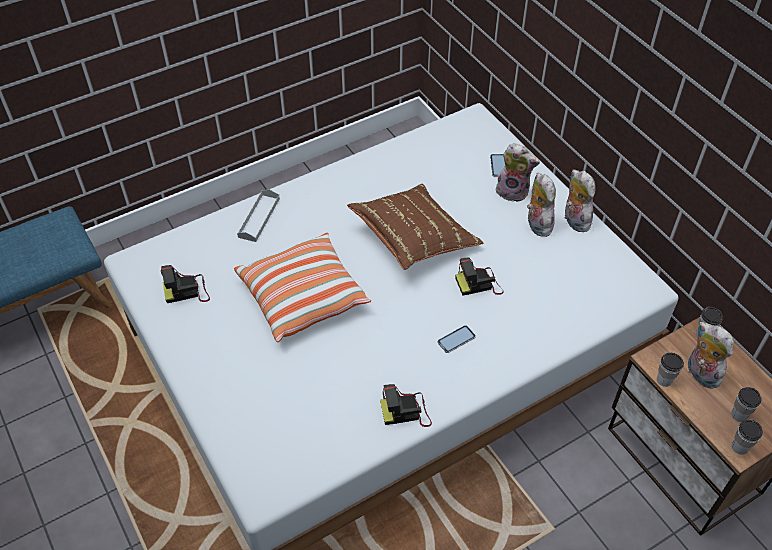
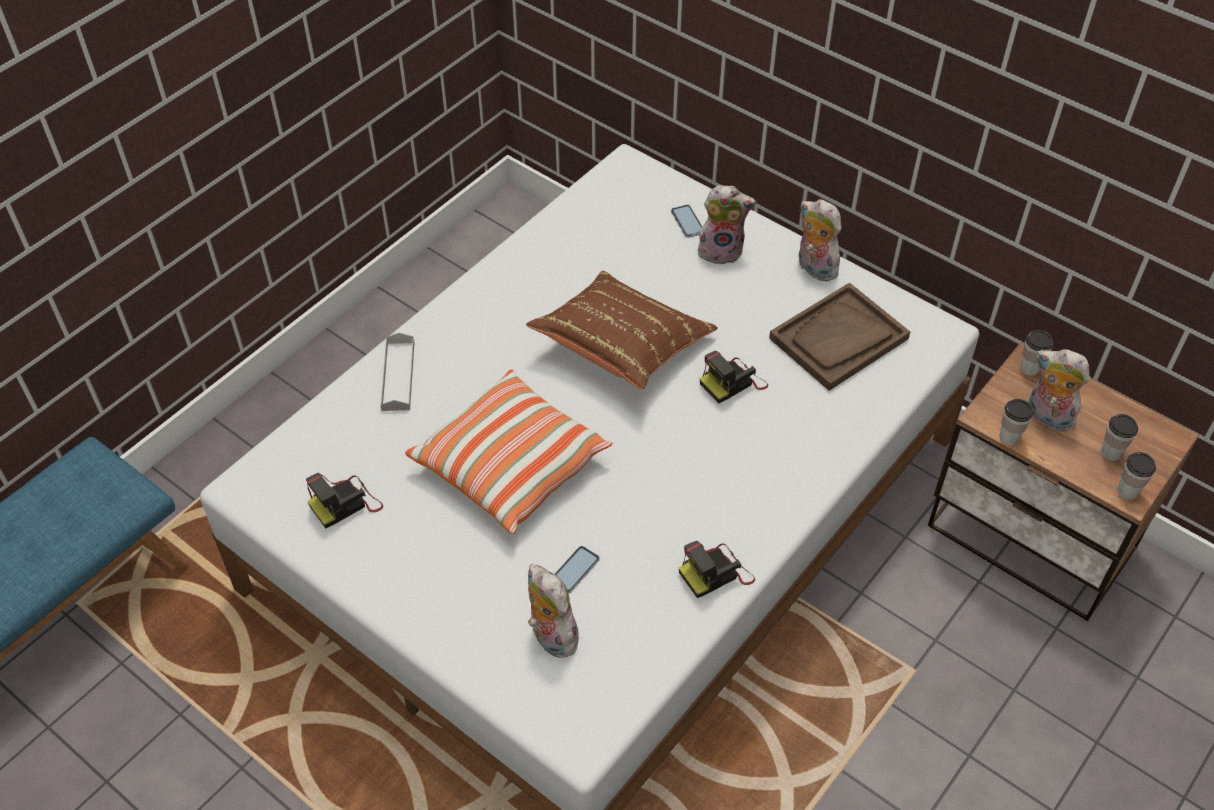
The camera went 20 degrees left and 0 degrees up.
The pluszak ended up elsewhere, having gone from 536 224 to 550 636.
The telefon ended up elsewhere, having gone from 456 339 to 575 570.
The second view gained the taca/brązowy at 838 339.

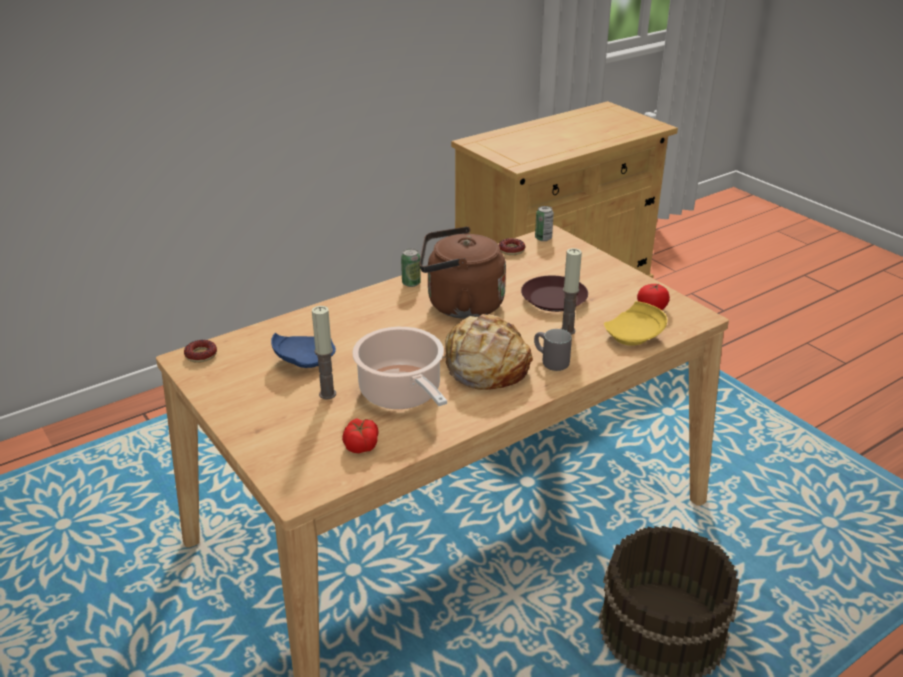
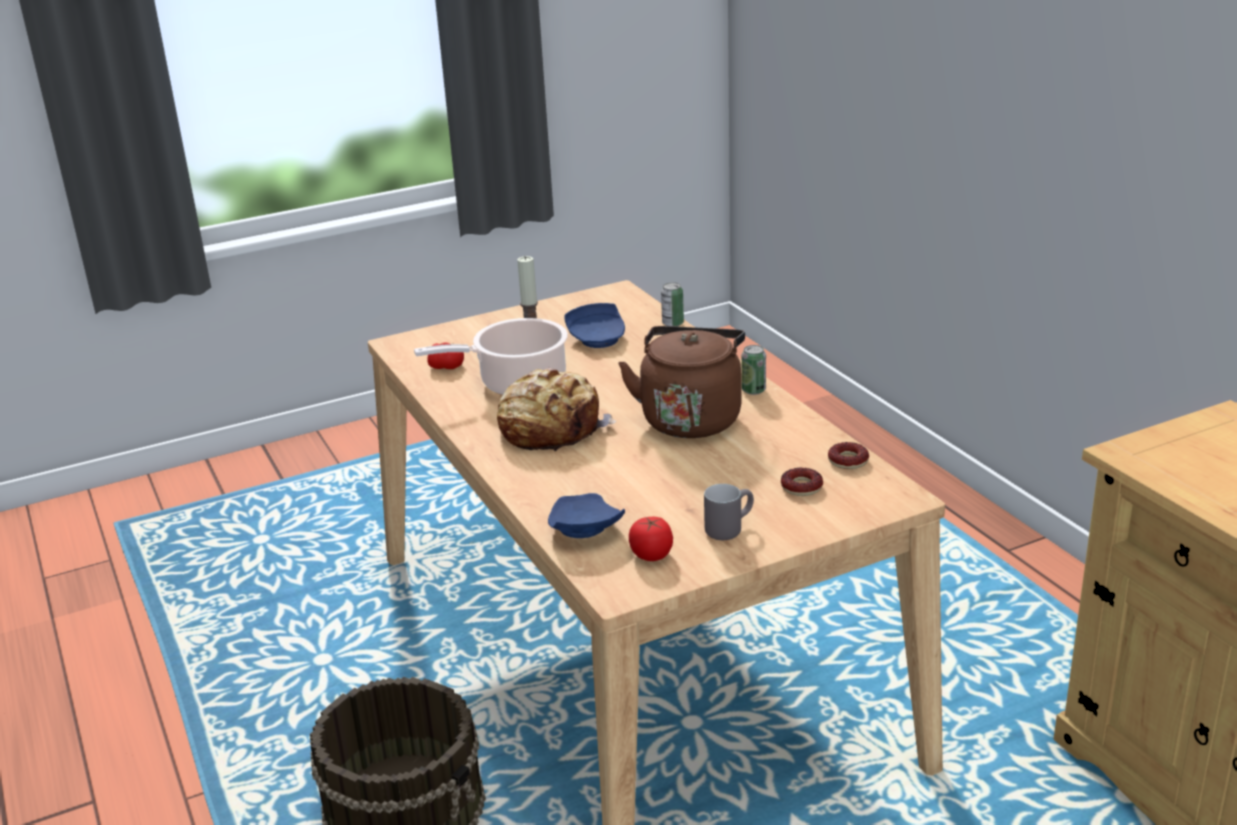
The camera went 100 degrees right and 5 degrees down.
What was the talerz/żółty at 634 335 turned into the talerz/niebieski at 583 530.
The puszka ended up elsewhere, having gone from 543 238 to 673 323.
The kubek/szary ended up elsewhere, having gone from 549 363 to 728 528.
The donut ended up elsewhere, having gone from 201 355 to 801 487.
The second view lost the talerz/brązowy at 554 299.
The second view lost the świeca at 567 330.

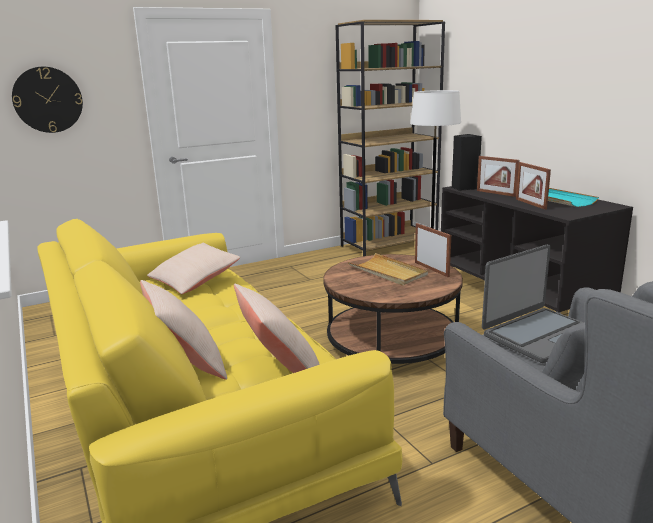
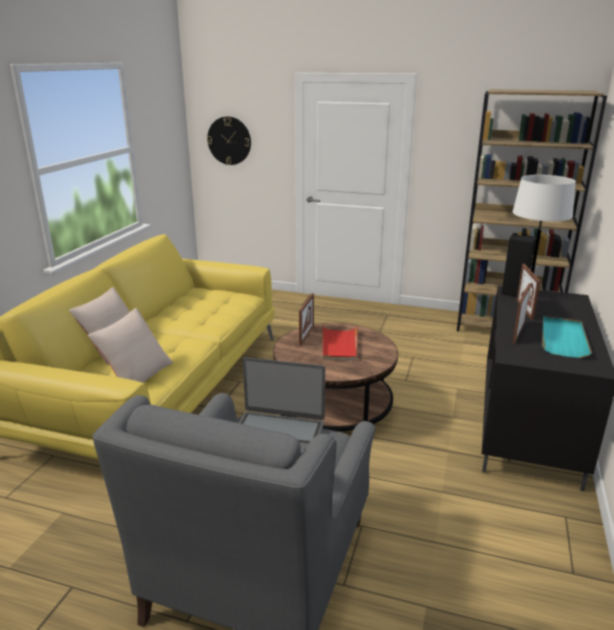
The camera went 45 degrees right and 5 degrees up.
The ramka na zdjęcie ended up elsewhere, having gone from 431 269 to 306 335.
What was the taca/beżowy at 388 272 turned into the taca/czerwony at 339 345.
The second view lost the poduszka/beżowy at 194 280.

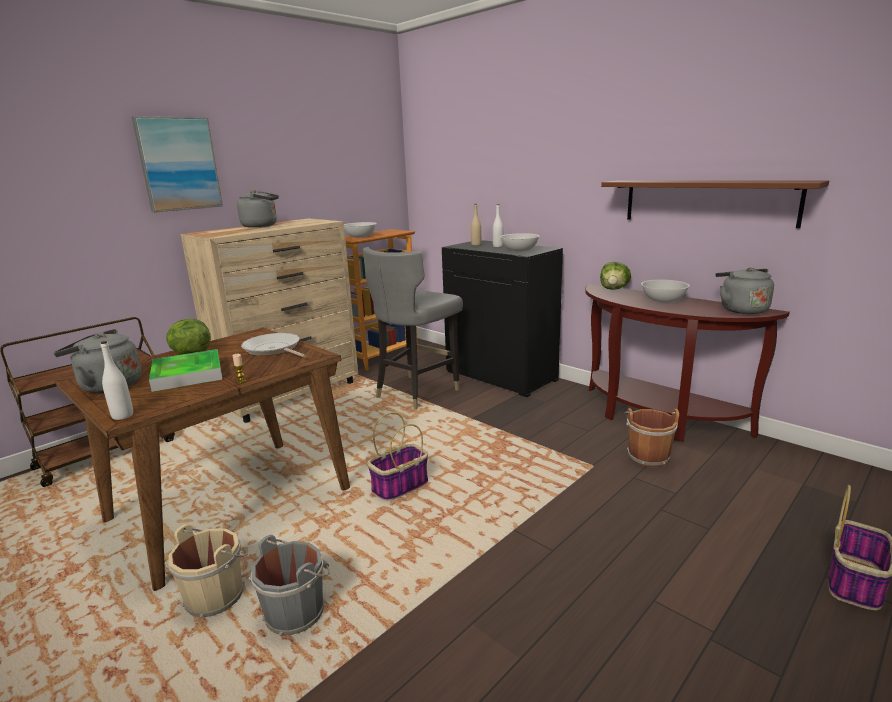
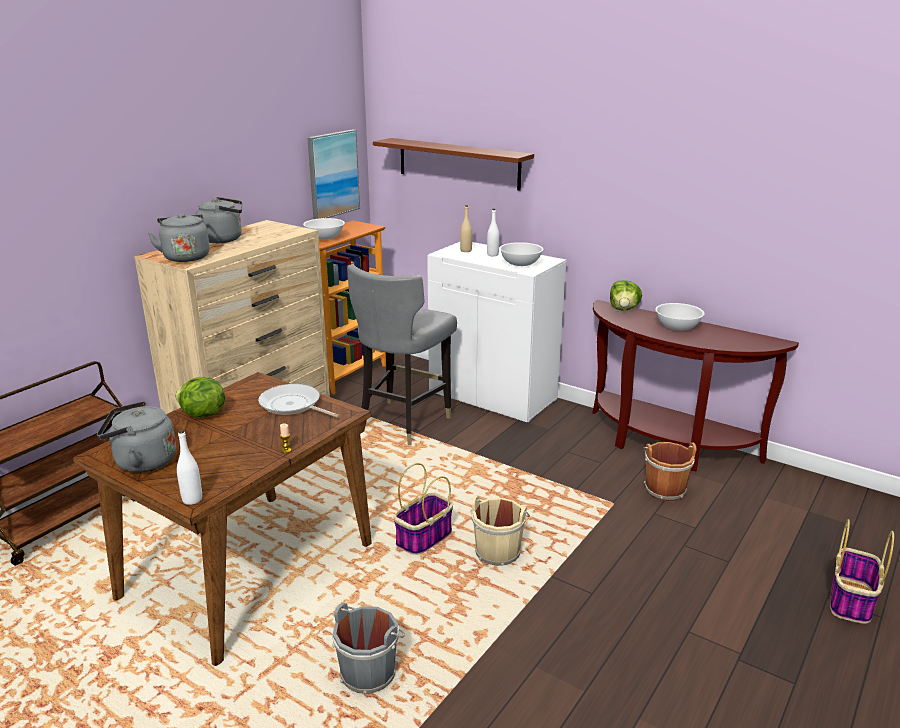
The camera went 10 degrees left and 5 degrees up.
The czajnik/szary ended up elsewhere, having gone from 741 309 to 186 257.
The obraz ended up elsewhere, having gone from 179 164 to 333 174.
The półka/brązowy ended up elsewhere, having gone from 707 202 to 458 163.
What was the szafka/czarny at 502 376 turned into the szafka/biały at 493 397.
The wiadro/beżowy ended up elsewhere, having gone from 217 595 to 498 551.
The second view lost the taca at 187 374.

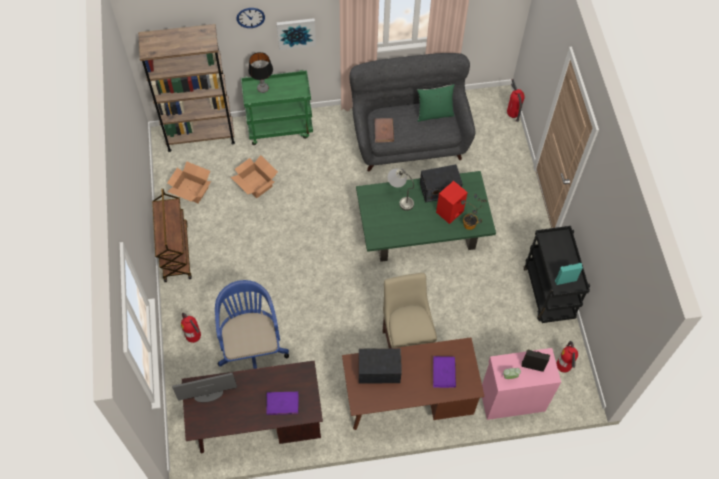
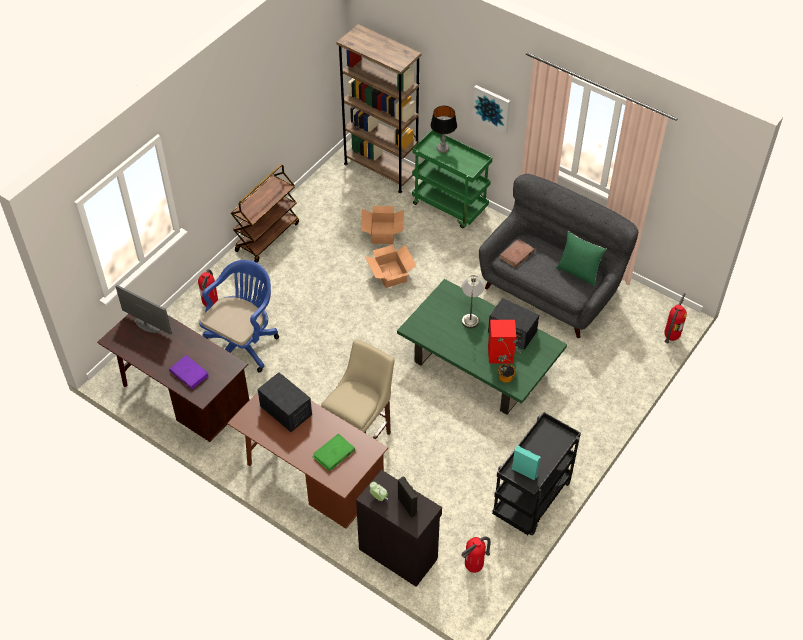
The camera went 45 degrees right and 10 degrees down.
What was the książka/fioletowy at 444 373 turned into the książka/zielony at 333 454.
What was the szafka/różowy at 511 399 turned into the szafka/czarny at 398 552.
The karton ended up elsewhere, having gone from 191 190 to 391 274.
The second view lost the zegar ścienny at 250 17.

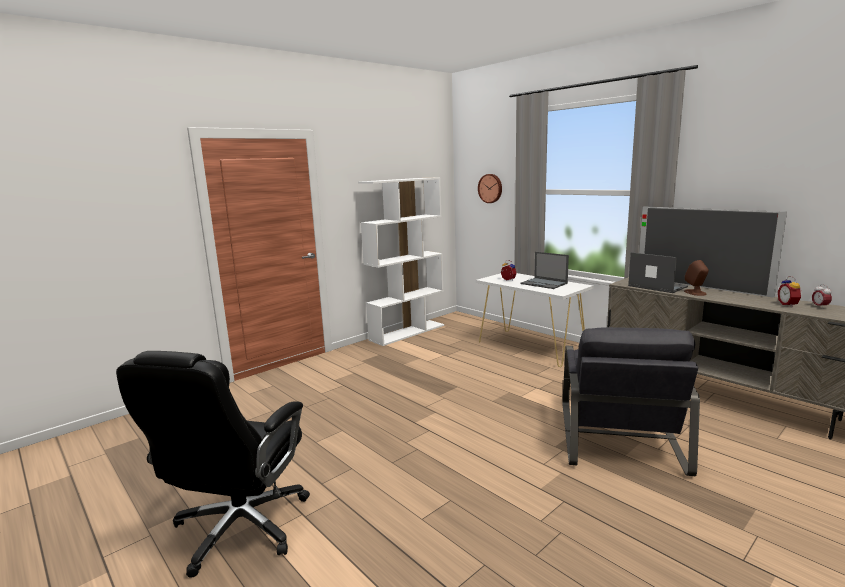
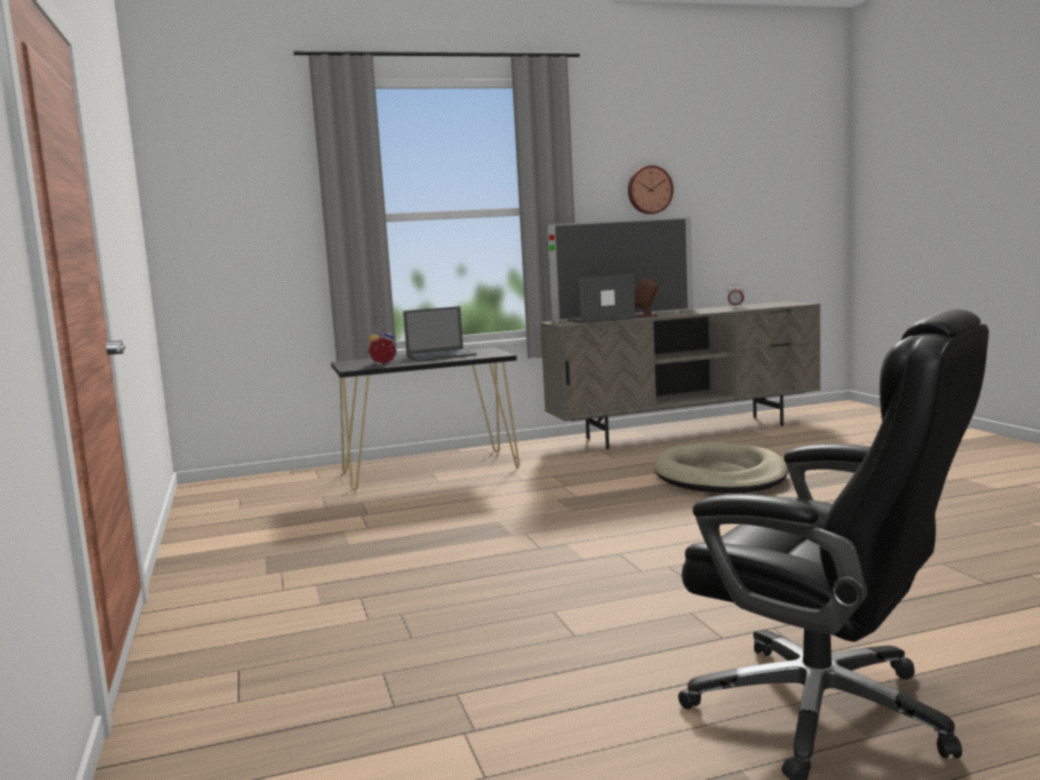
The camera went 65 degrees left and 5 degrees down.
What was the stolik konsolowy/biały at 531 347 turned into the stolik konsolowy/czarny at 431 469.
The zegar ścienny ended up elsewhere, having gone from 490 188 to 649 190.
Where the fotel/szary stood at 618 435, the legowisko/beżowy came to stand at 720 476.
The second view lost the regał/biały at 407 332.
The second view lost the budzik at 789 305.

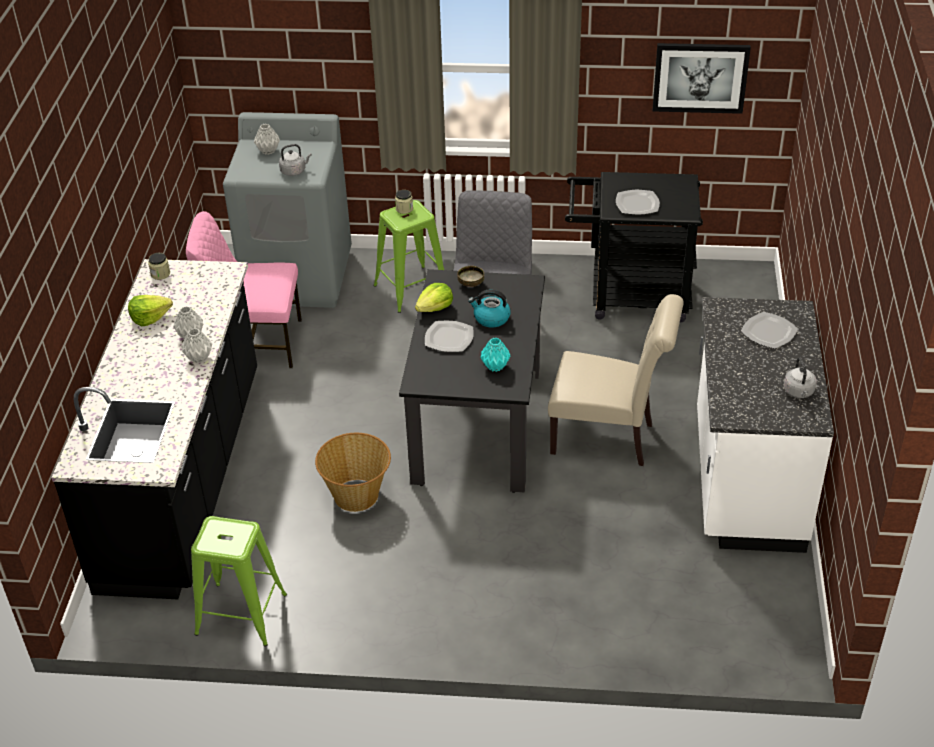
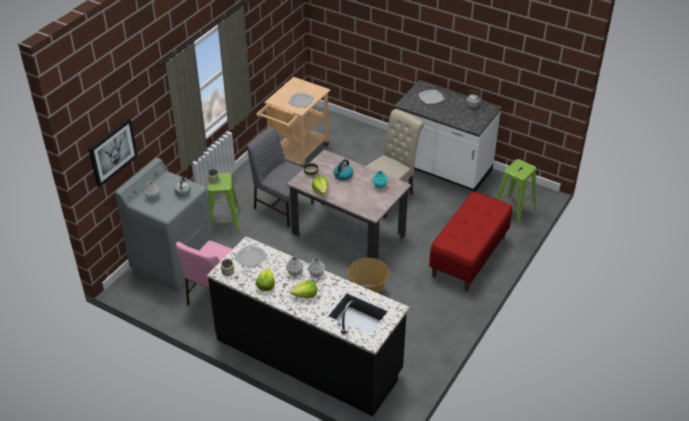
The camera went 65 degrees left and 0 degrees up.
The obraz ended up elsewhere, having gone from 700 77 to 112 152.
The talerz ended up elsewhere, having gone from 448 338 to 250 257.
What was the wózek/czarny at 629 296 turned into the wózek/beżowy at 295 153.
What was the stół jadalny/czarny at 477 425 turned into the stół jadalny/beżowy at 348 235.
The second view gained the sałata at 305 295.
The second view gained the ławka/czerwony at 469 256.
The stołek/zielony ended up elsewhere, having gone from 242 614 to 514 210.

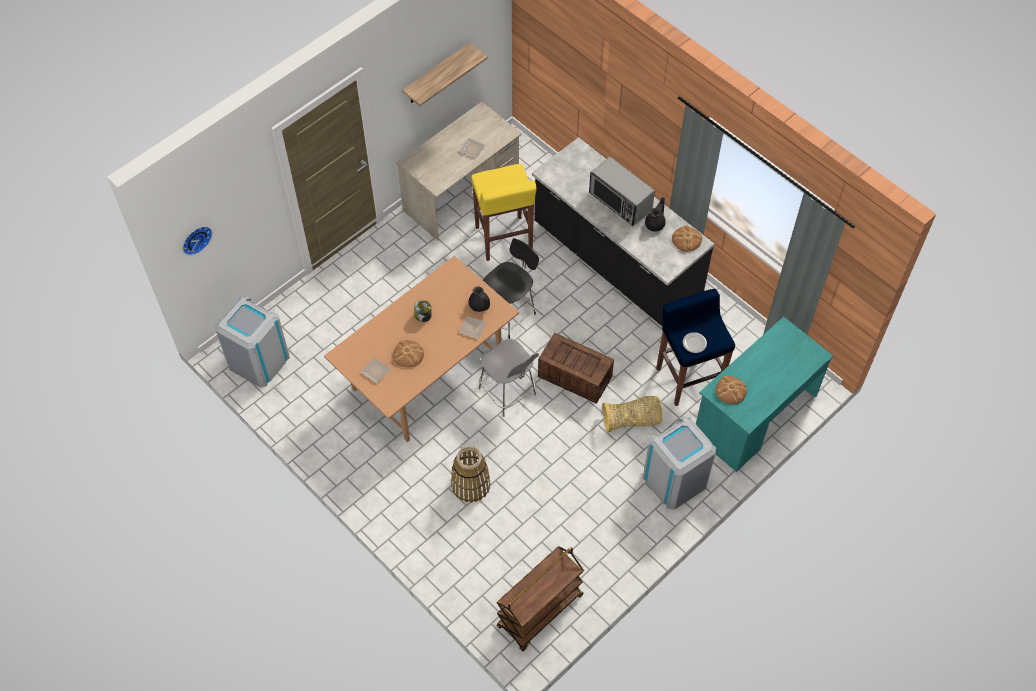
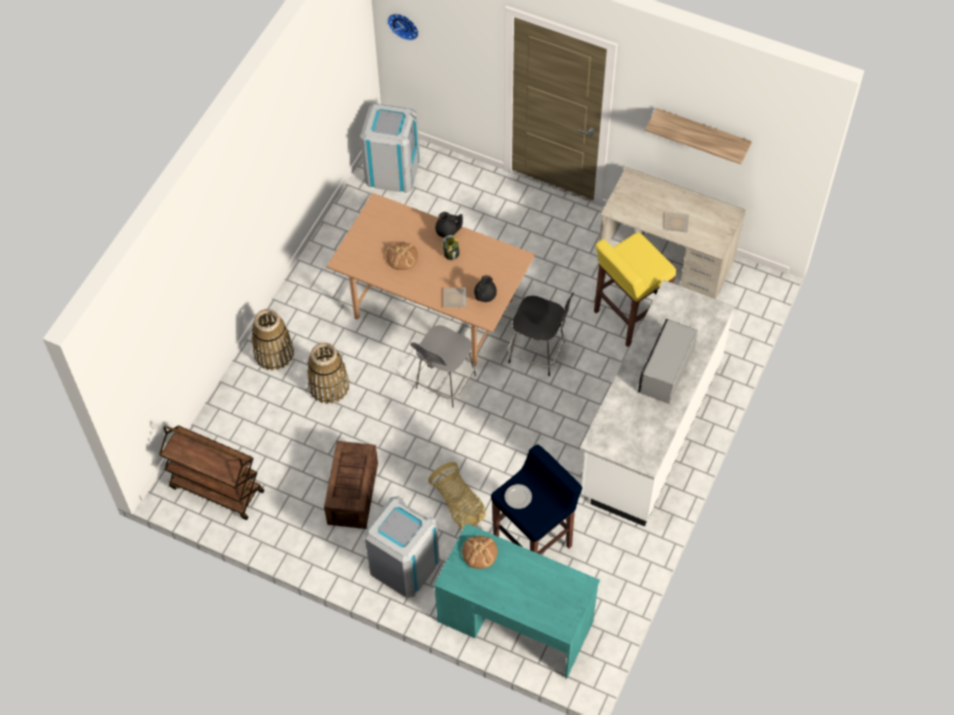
The camera went 70 degrees right and 0 degrees up.
The second view gained the koszyk at 274 353.
The skrzynka ended up elsewhere, having gone from 576 377 to 353 494.
The imbryk/czarny ended up elsewhere, having gone from 655 224 to 447 231.
What was the zabudowa kuchenna/czarny at 615 262 turned into the zabudowa kuchenna/biały at 650 429.
The second view lost the talerz at 375 370.
The second view lost the chleb at 686 240.

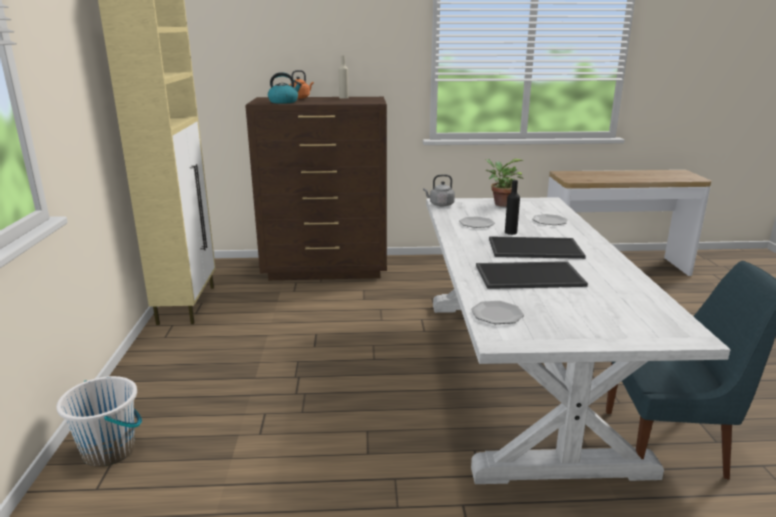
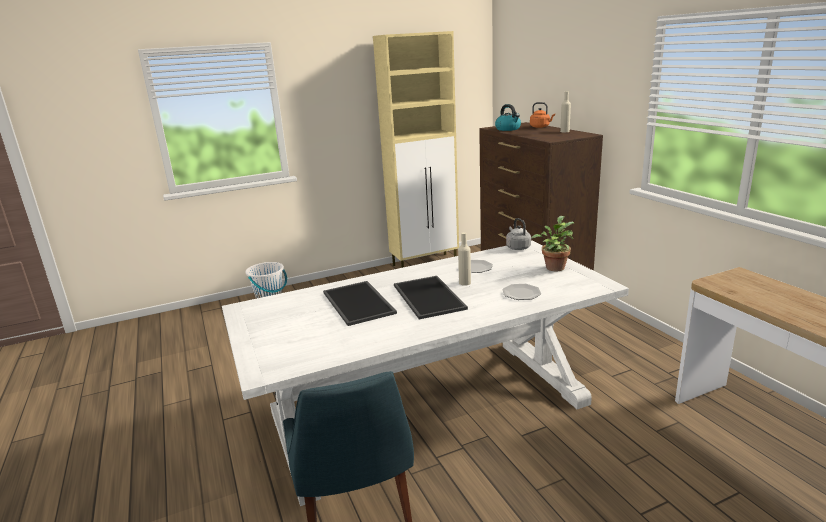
The camera went 70 degrees right and 0 degrees up.
What was the butelka/czarny at 510 232 turned into the butelka/beżowy at 465 283.
The second view lost the talerz at 497 314.

